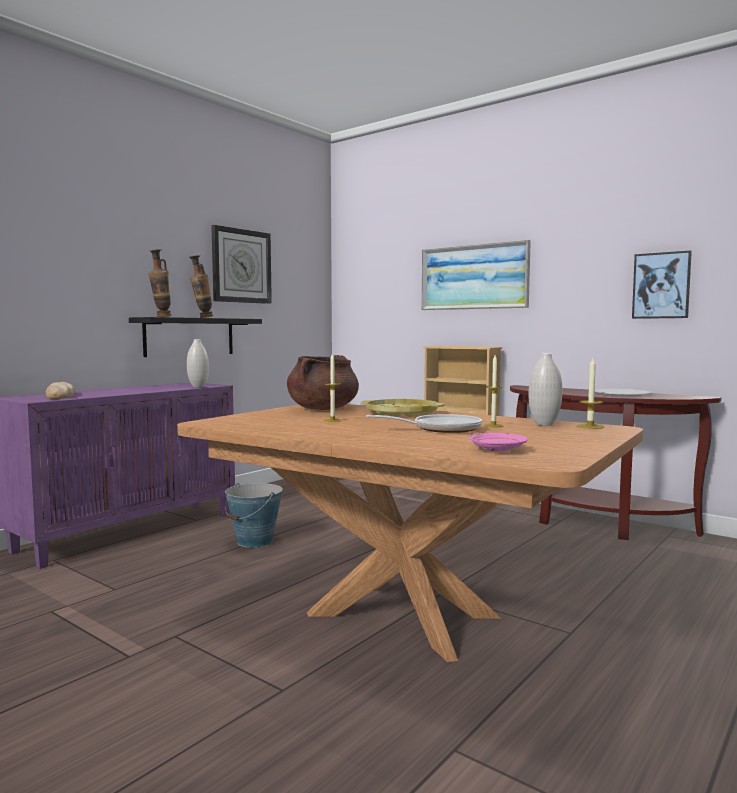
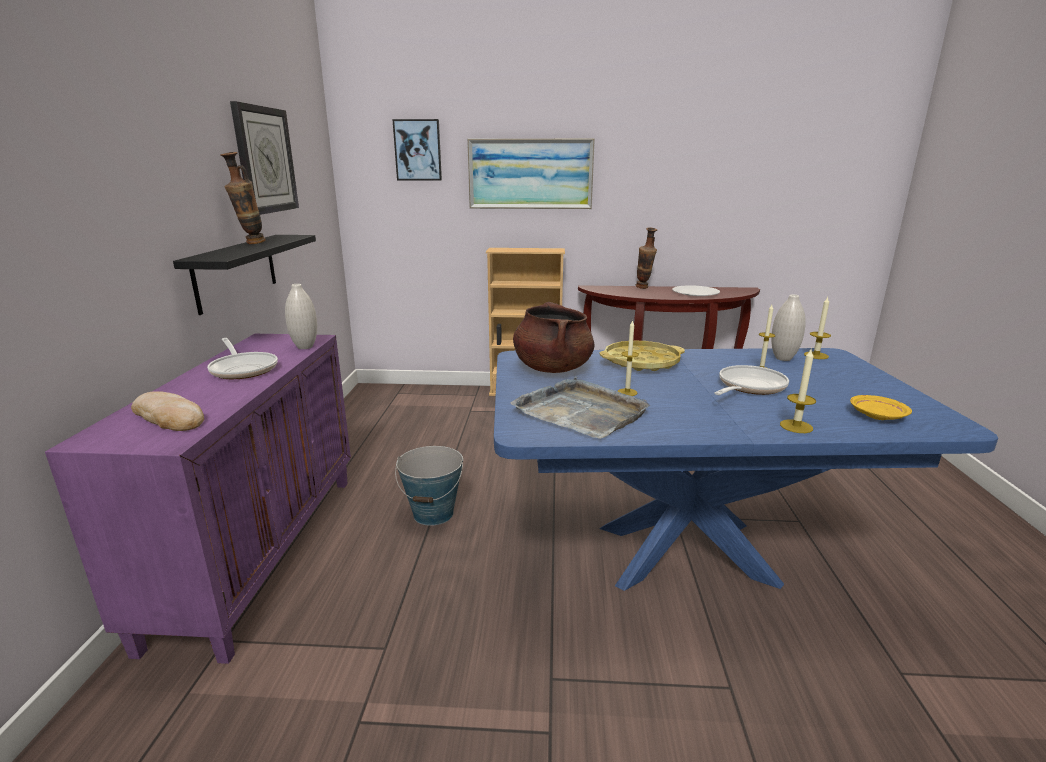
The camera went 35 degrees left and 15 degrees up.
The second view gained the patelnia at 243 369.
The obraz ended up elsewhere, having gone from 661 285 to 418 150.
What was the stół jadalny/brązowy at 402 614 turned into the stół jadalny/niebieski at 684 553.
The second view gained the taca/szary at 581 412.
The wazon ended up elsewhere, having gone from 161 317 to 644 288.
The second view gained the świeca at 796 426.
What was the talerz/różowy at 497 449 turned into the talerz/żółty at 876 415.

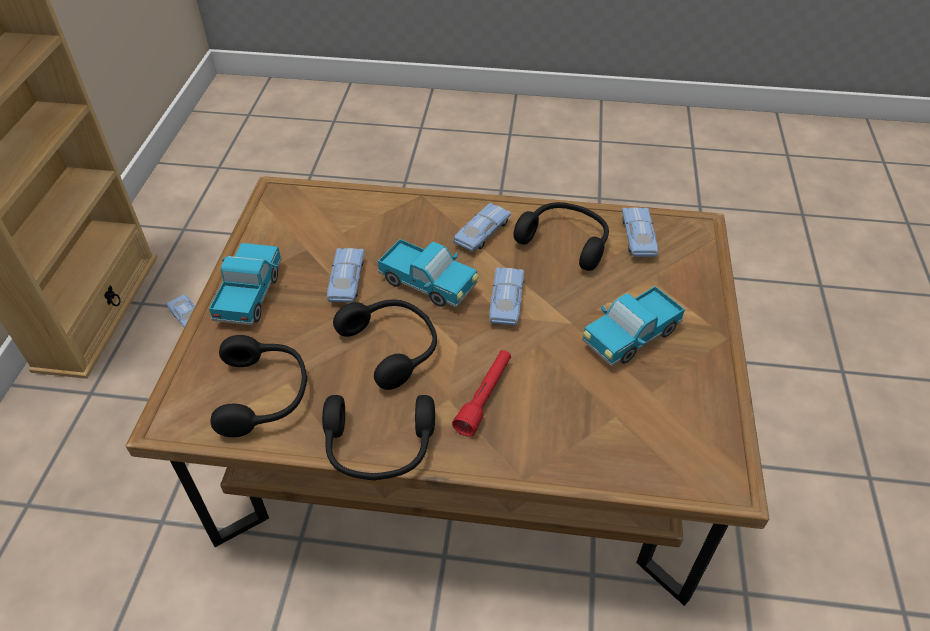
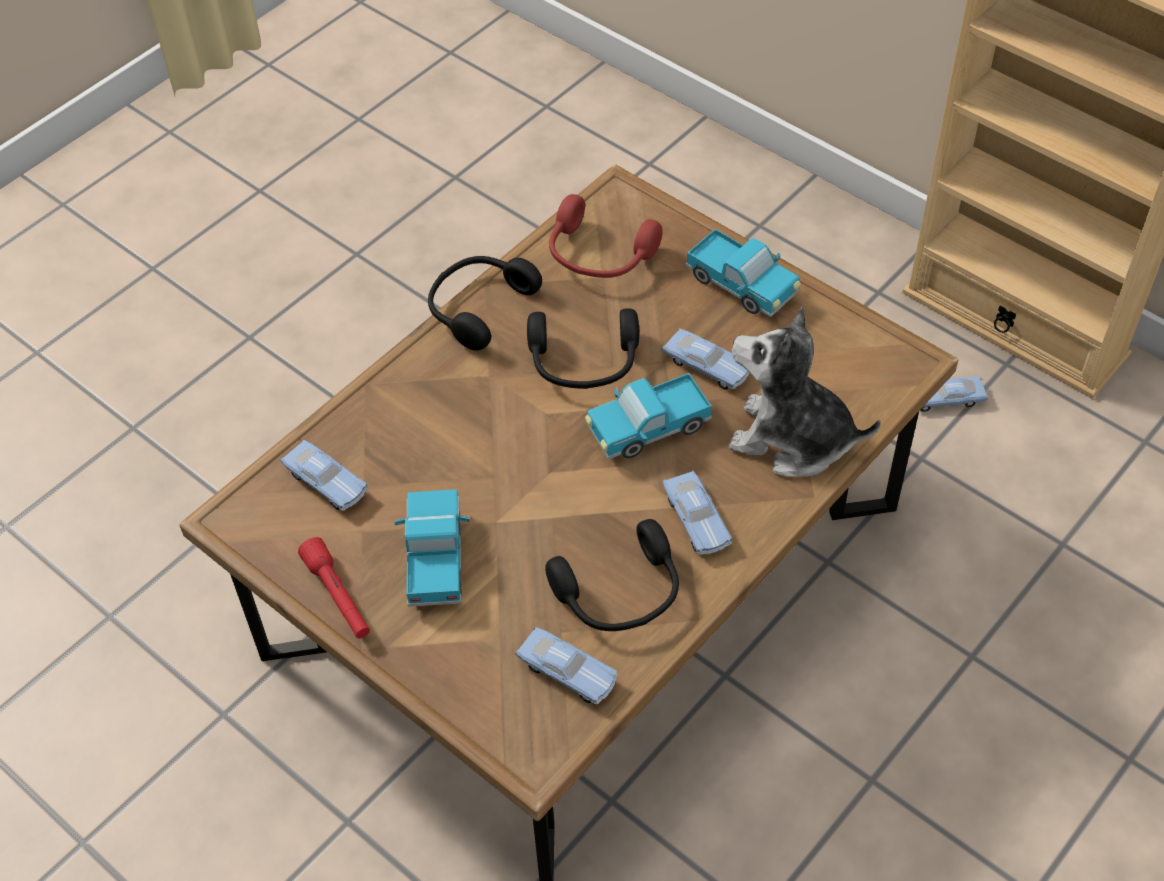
The camera went 125 degrees right and 5 degrees up.
The samochodzik/niebieski ended up elsewhere, having gone from 506 302 to 326 482.
The latarka/czerwony ended up elsewhere, having gone from 485 397 to 338 596.
What was the słuchawki/czarny at 265 394 turned into the słuchawki/czerwony at 598 256.
The second view gained the pluszak at 792 439.

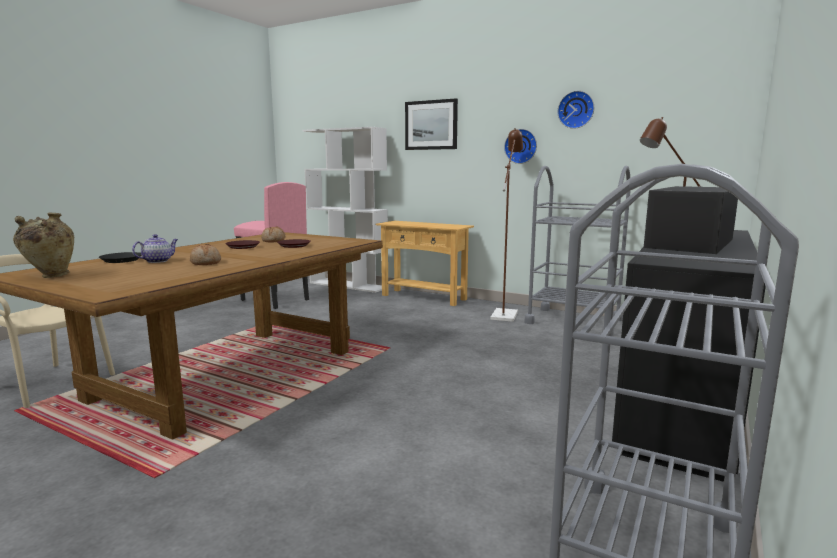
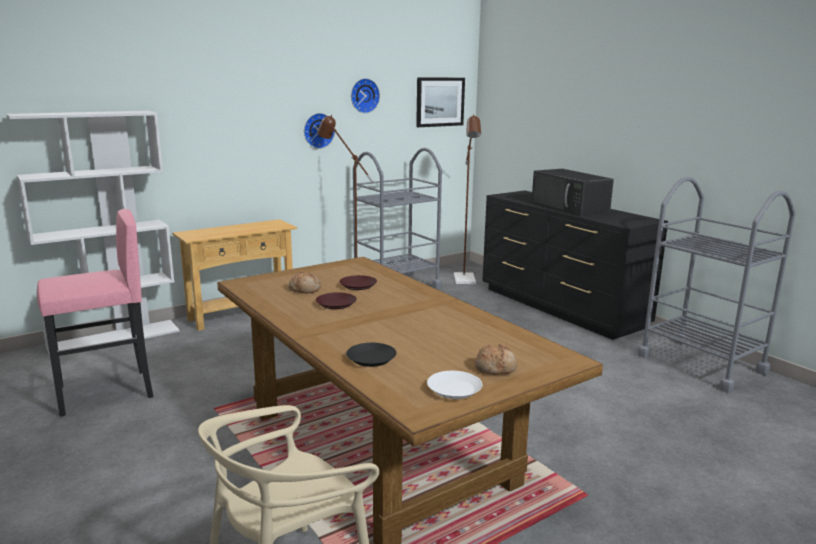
The camera went 65 degrees left and 5 degrees up.
The obraz ended up elsewhere, having gone from 431 125 to 440 102.
Where the wazon/beżowy stood at 51 276, the talerz/biały came to stand at 454 389.
The chleb ended up elsewhere, having gone from 206 262 to 495 368.
The second view lost the imbryk at 158 261.

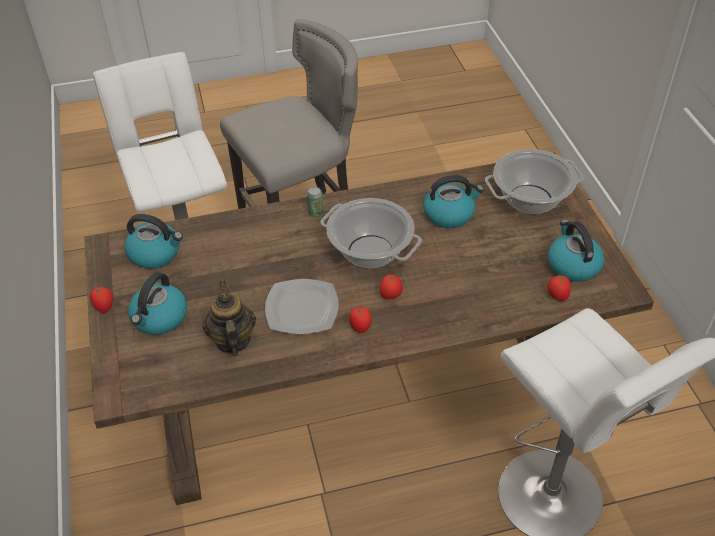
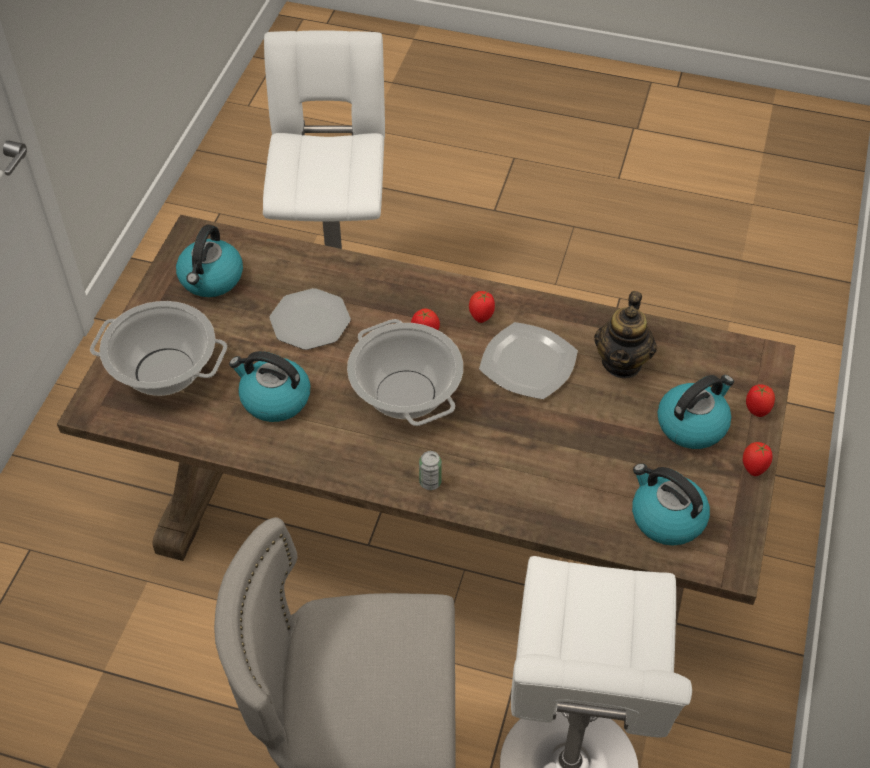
The camera went 150 degrees left and 5 degrees up.
The second view gained the talerz at 310 321.
The pomidor ended up elsewhere, having gone from 557 296 to 757 410.

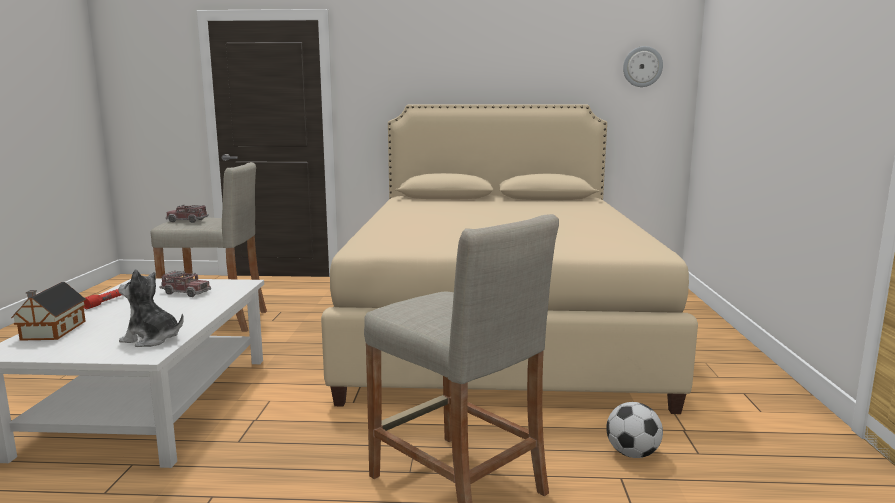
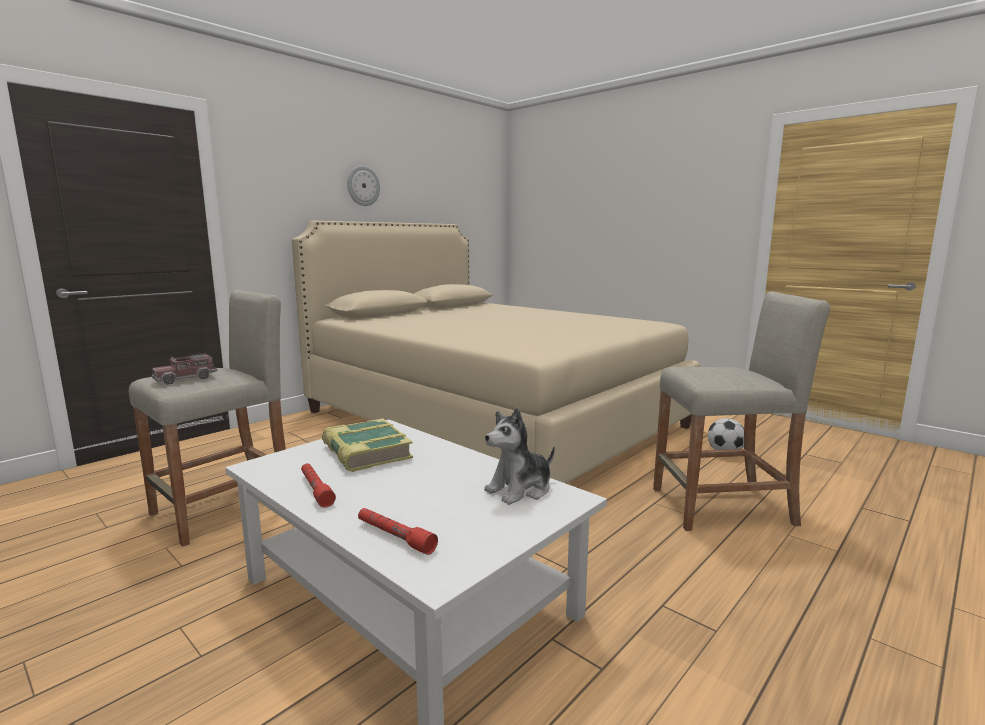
The camera went 50 degrees left and 0 degrees up.
Where the ciężarówka zabawkowa stood at 186 292, the książka came to stand at 366 452.
The zegar ścienny ended up elsewhere, having gone from 642 66 to 363 186.
Where the domek stood at 51 331, the latarka/czerwony came to stand at 395 537.

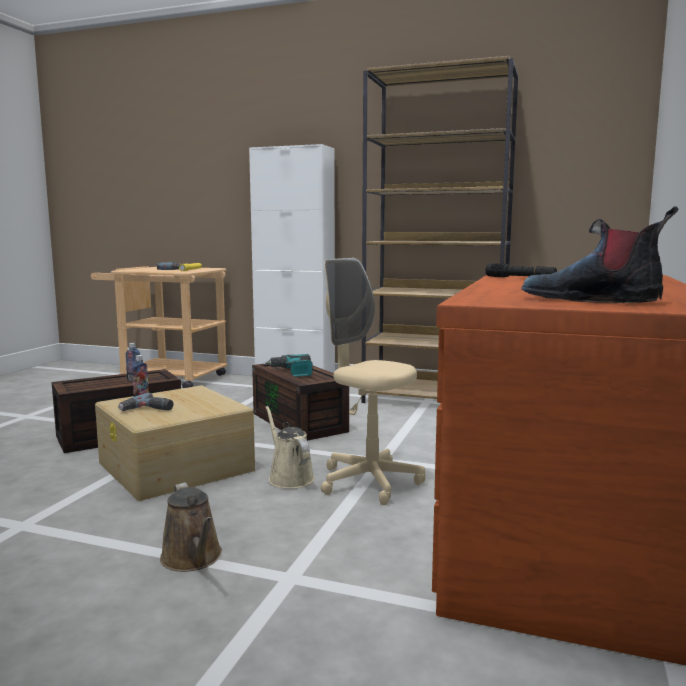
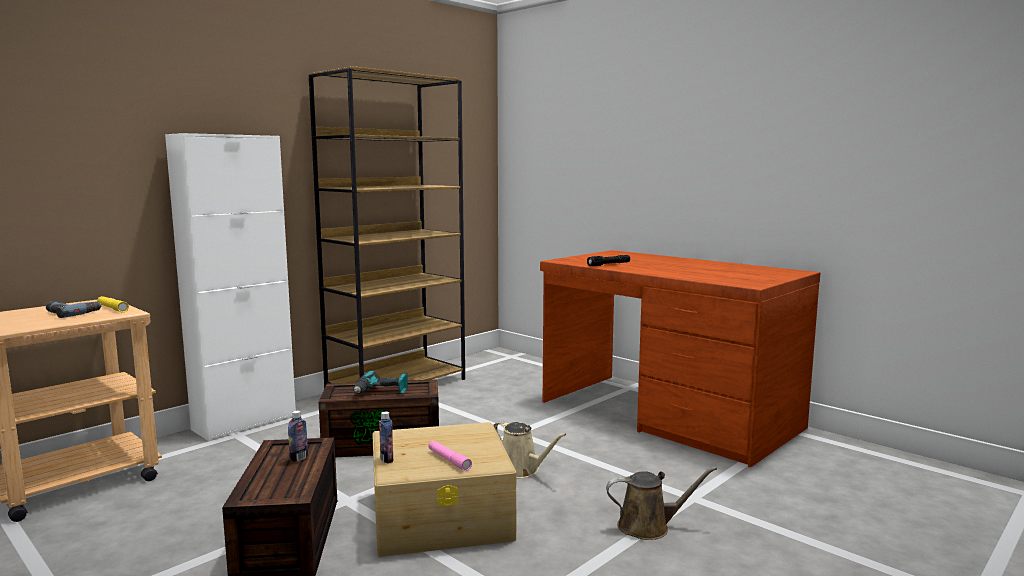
The camera went 65 degrees left and 0 degrees up.
Where the wiertarka stood at 147 410, the latarka/różowy came to stand at 449 460.
The konewka/beżowy at 289 477 ended up facing another way, 135 degrees counterclockwise from before.
The second view lost the krzesło biurowe/beżowy at 369 482.
The second view lost the but z cholewką at 591 300.

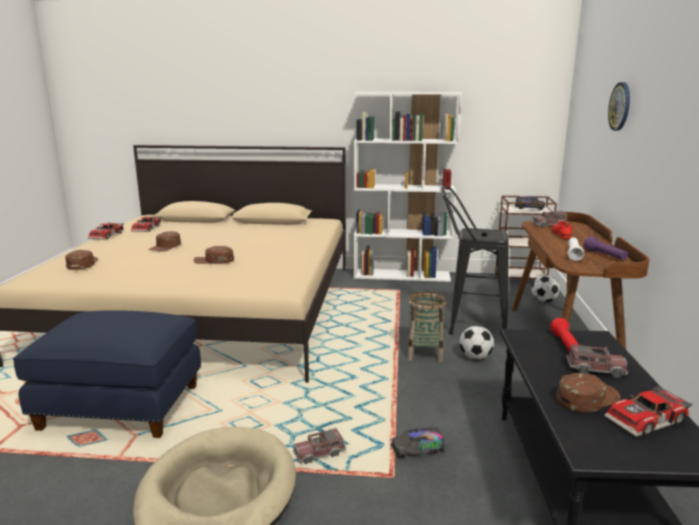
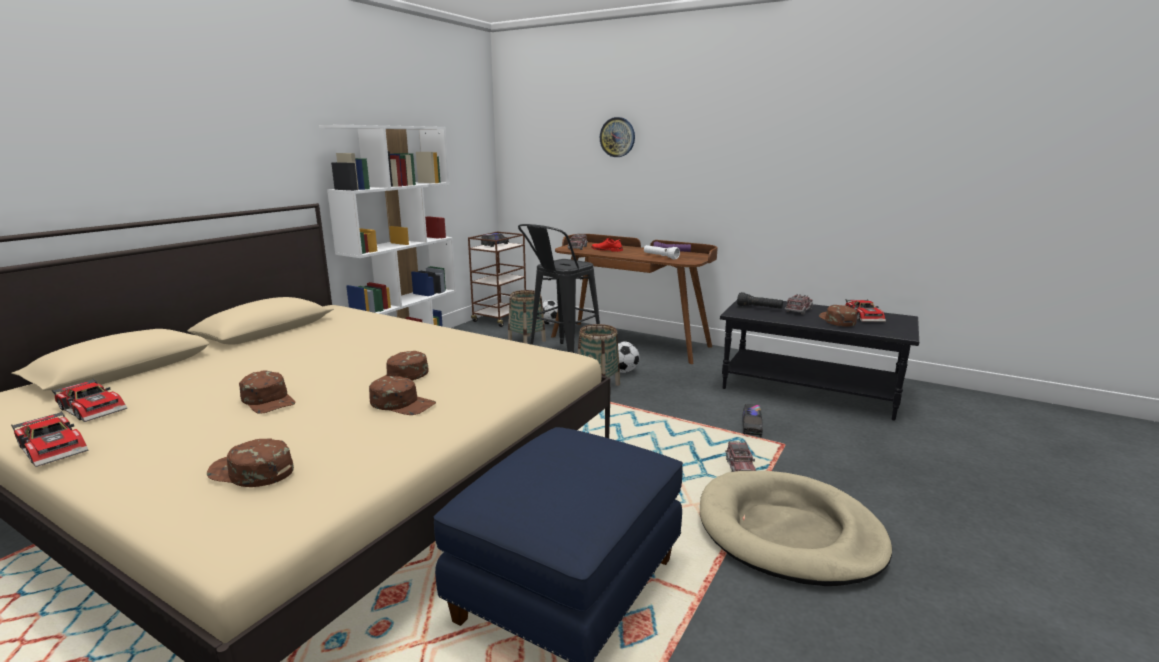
The camera went 65 degrees left and 0 degrees up.
The second view gained the czapka z daszkiem/brązowy at 402 404.
The second view gained the koszyk at 526 341.
What was the latarka/czerwony at 565 345 turned into the latarka/czarny at 759 308.

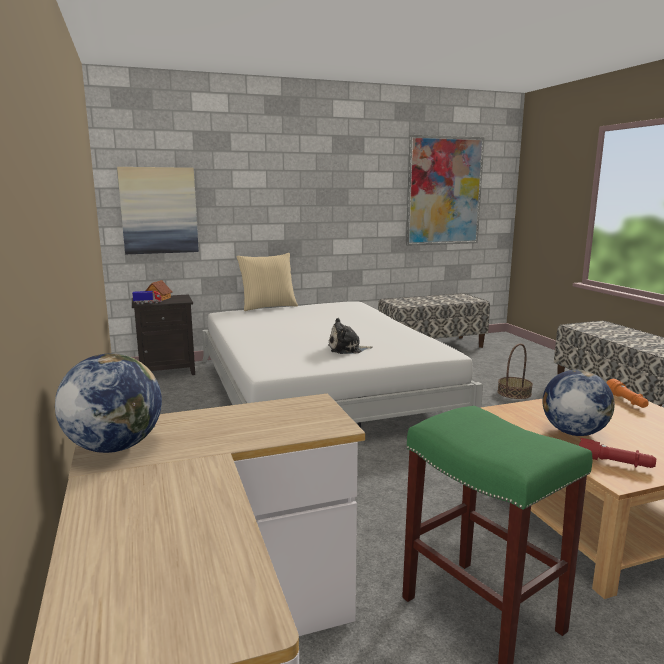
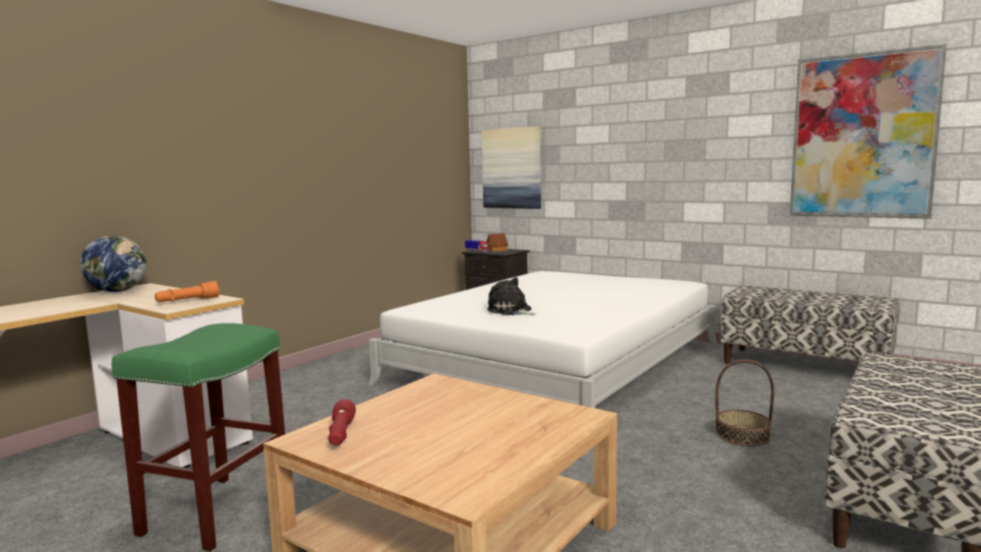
The camera went 55 degrees right and 5 degrees down.
The latarka/pomarańczowy ended up elsewhere, having gone from 626 401 to 187 301.
The second view lost the poduszka/beżowy at 268 307.
The second view lost the globus at 573 432.

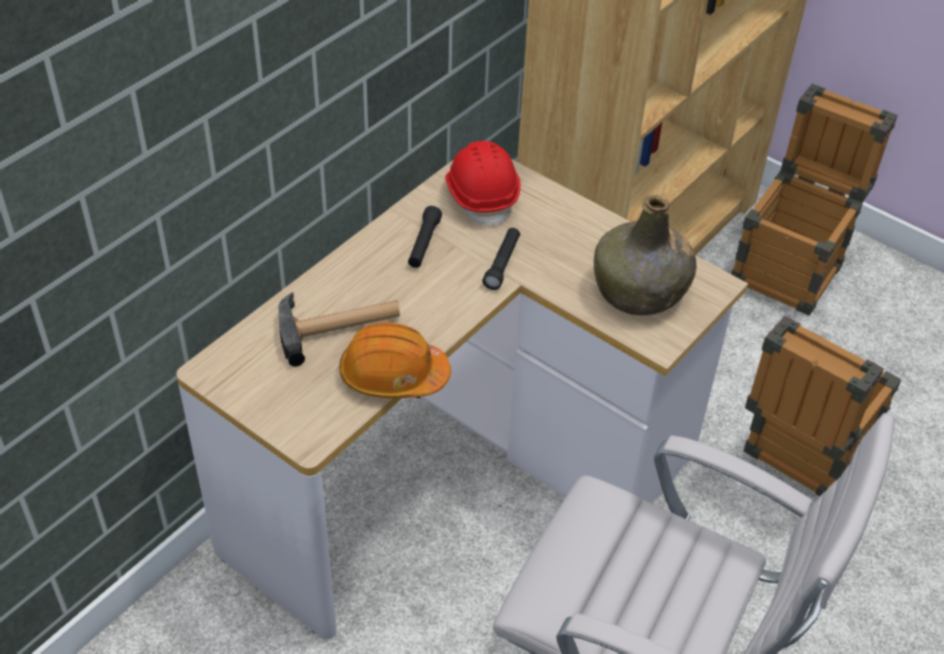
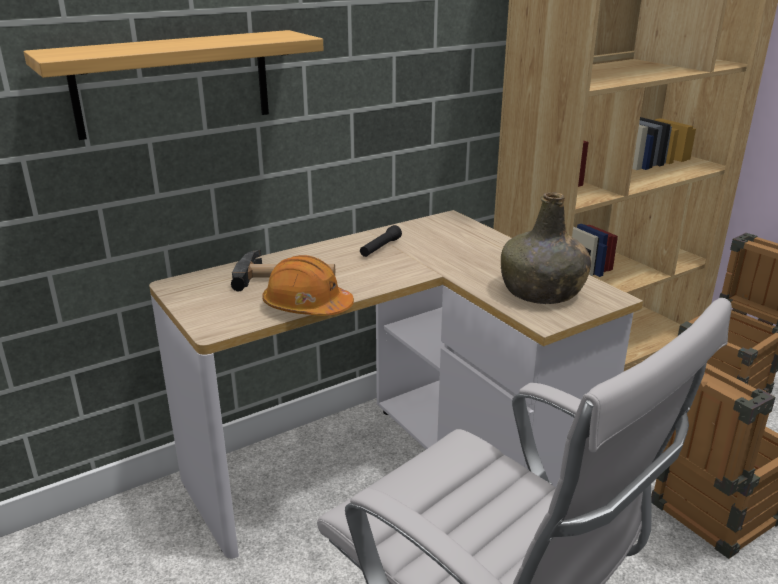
The camera went 20 degrees right and 20 degrees down.
The second view gained the półka at 173 83.
The second view lost the kask/czerwony at 481 196.
The second view lost the latarka/czarny at 502 264.

